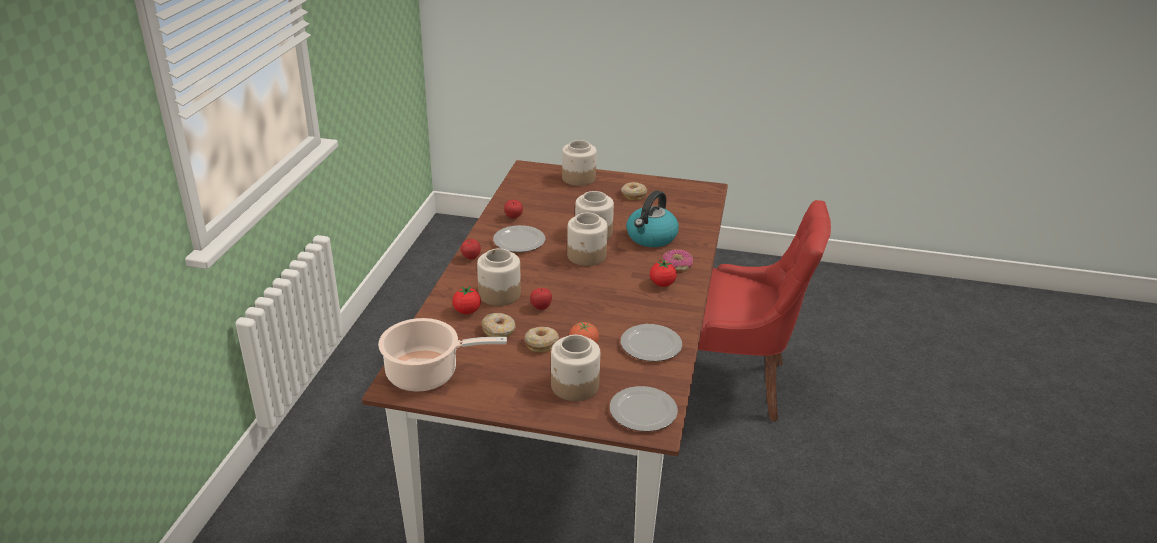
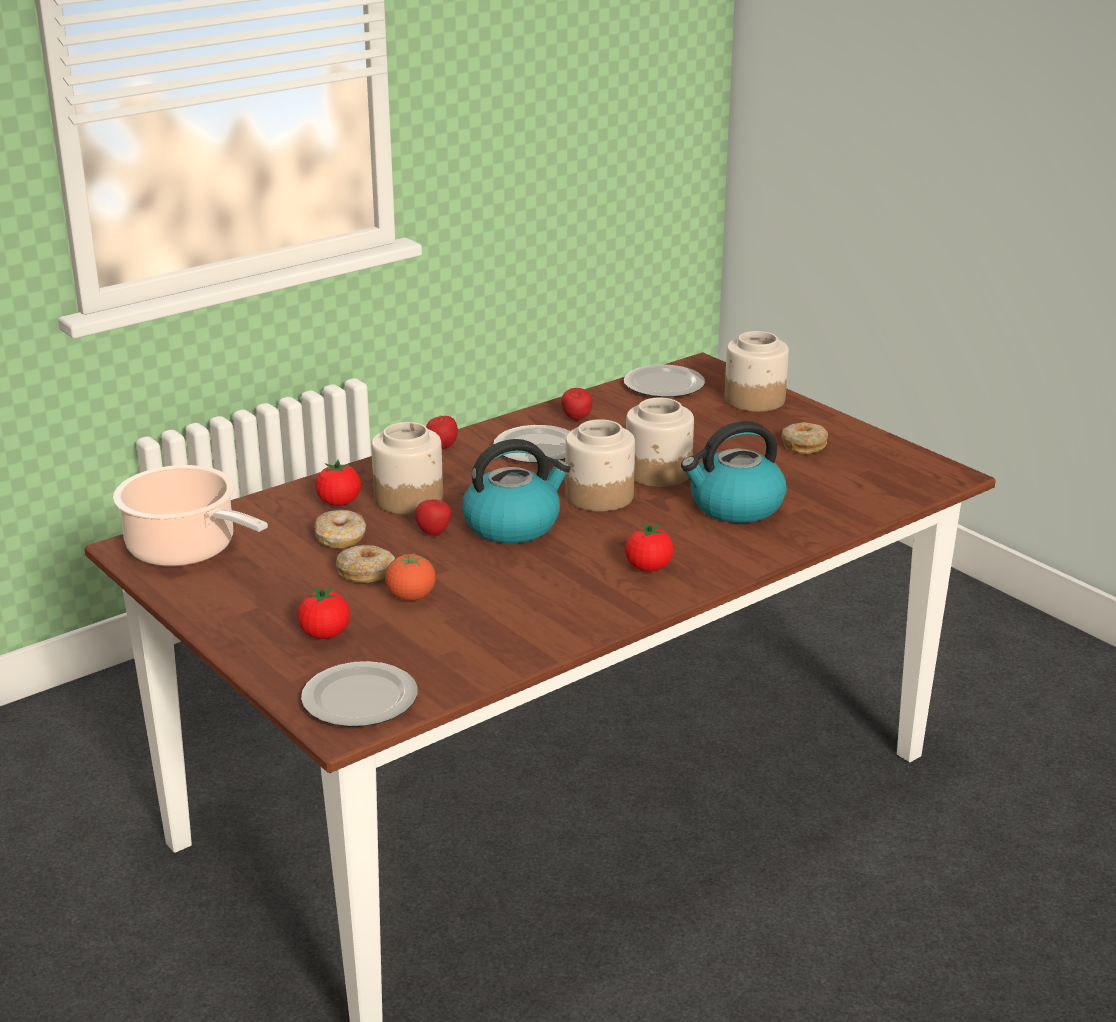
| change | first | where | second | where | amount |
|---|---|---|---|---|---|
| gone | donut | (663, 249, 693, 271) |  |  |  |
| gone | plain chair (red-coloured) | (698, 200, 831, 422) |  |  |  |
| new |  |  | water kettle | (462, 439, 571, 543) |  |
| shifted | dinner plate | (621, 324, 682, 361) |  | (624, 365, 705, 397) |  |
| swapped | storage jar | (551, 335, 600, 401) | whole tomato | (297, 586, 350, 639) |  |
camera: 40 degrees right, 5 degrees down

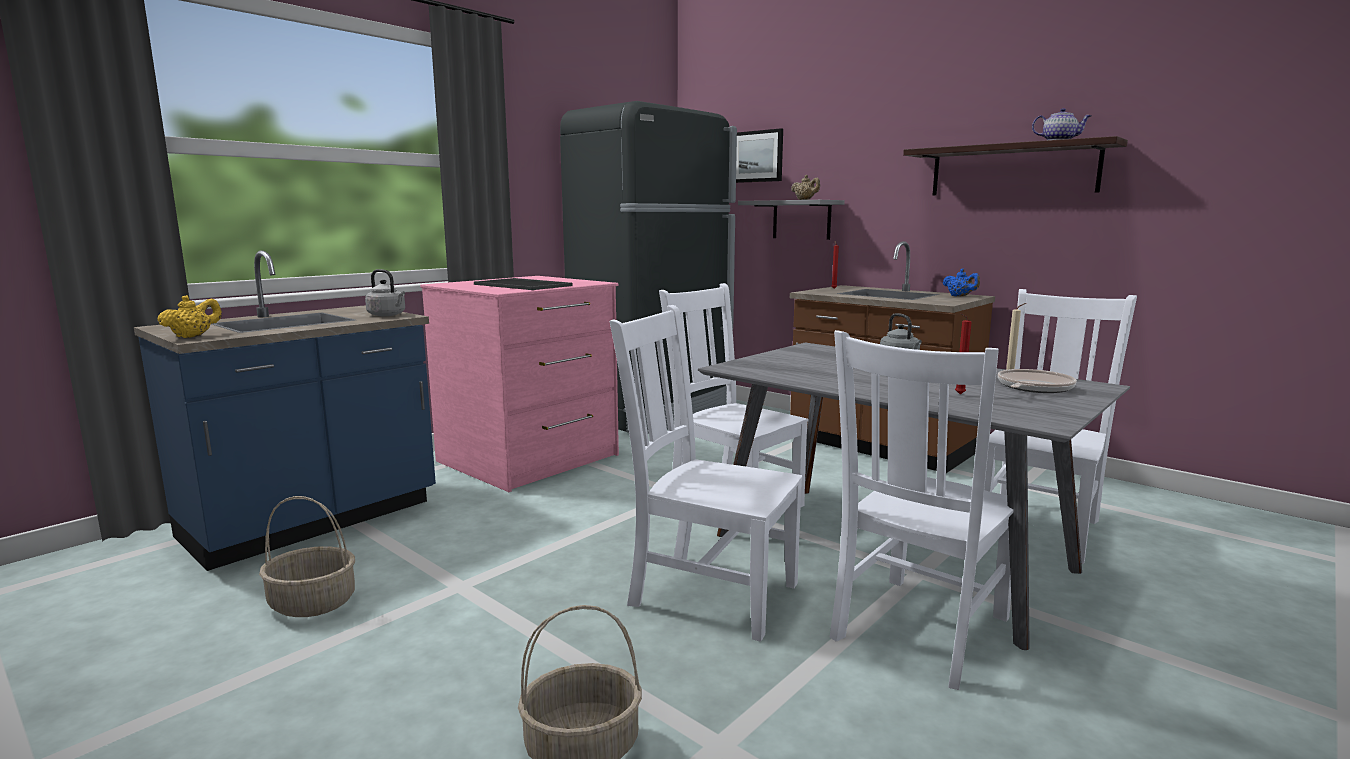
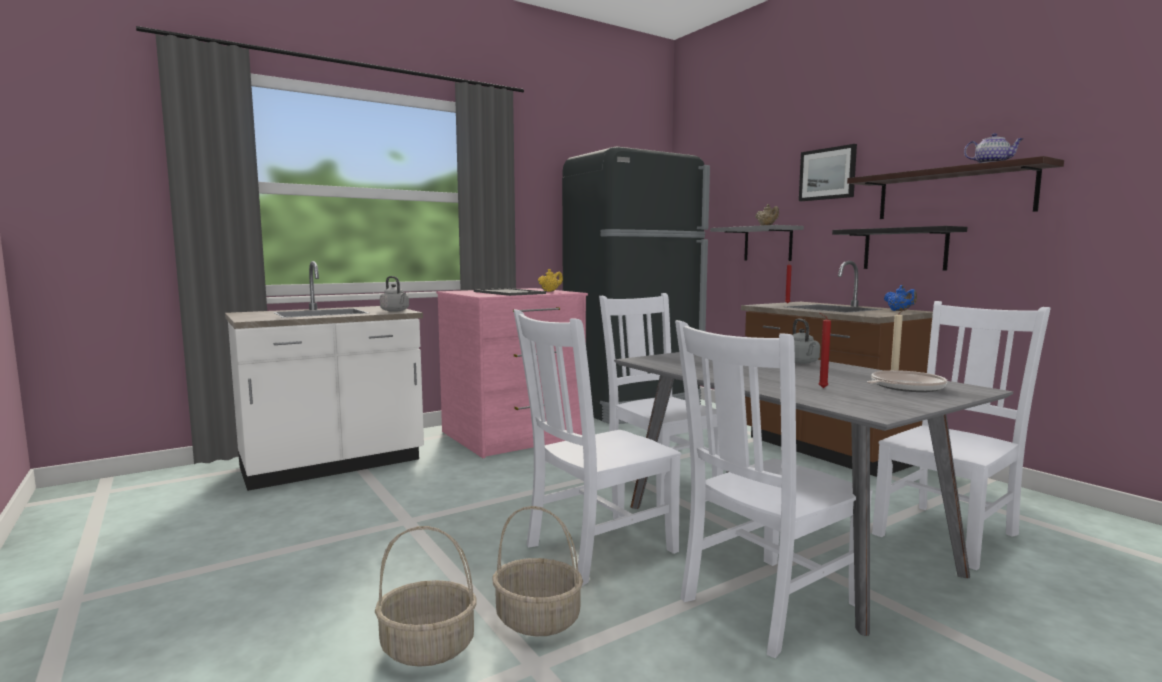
| change | first | where | second | where | amount |
|---|---|---|---|---|---|
| new |  |  | shelf (black-coloured) | (832, 226, 967, 271) |  |
| shifted | pot for tea (yellow-coloured) | (157, 295, 222, 338) |  | (538, 269, 563, 292) |  |
| shifted | storage basket | (259, 496, 355, 617) |  | (492, 506, 583, 636) |  |
| shifted | wall picture | (736, 128, 783, 183) |  | (799, 144, 857, 201) |  |
| repainted | counter (bluish) | (134, 251, 436, 571) | counter (white-coloured) | (225, 261, 424, 491) |  |
| rotated | plain chair (white-coloured) | (610, 305, 803, 642) |  | (513, 309, 681, 586) | 75 degrees counterclockwise |
camera: 15 degrees right, 5 degrees down

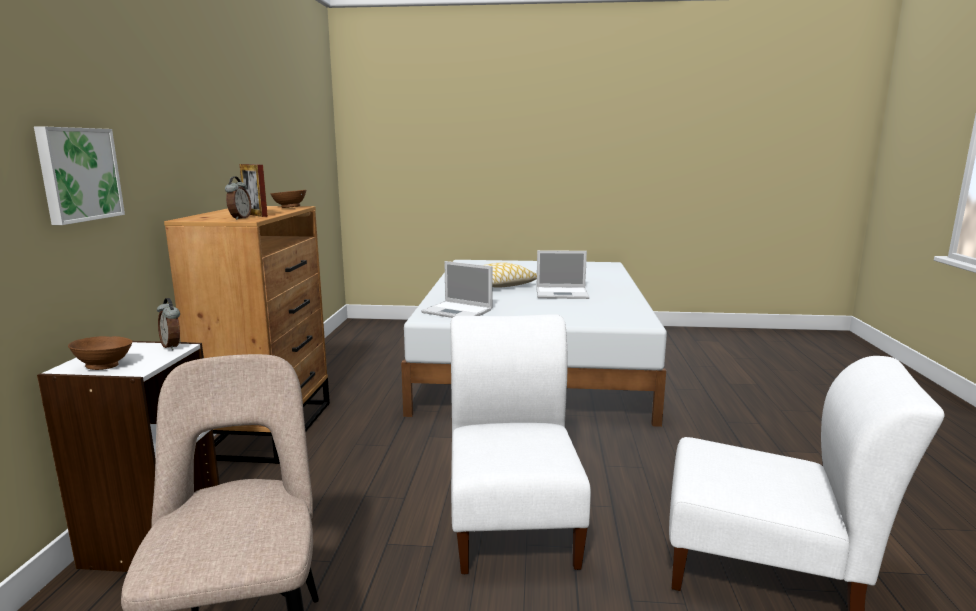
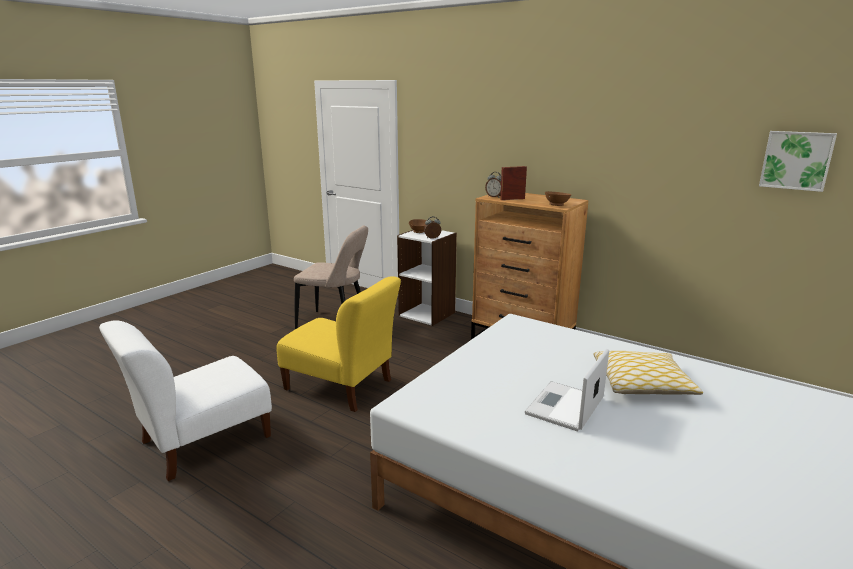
| change | first | where | second | where | amount |
|---|---|---|---|---|---|
| gone | laptop | (421, 261, 493, 318) |  |  |  |
| shifted | wall picture | (34, 127, 125, 225) |  | (759, 131, 837, 192) |  |
| repainted | plain chair (white-coloured) | (451, 314, 591, 574) | plain chair (yellow-coloured) | (276, 276, 401, 412) |  |
camera: 120 degrees right, 5 degrees up

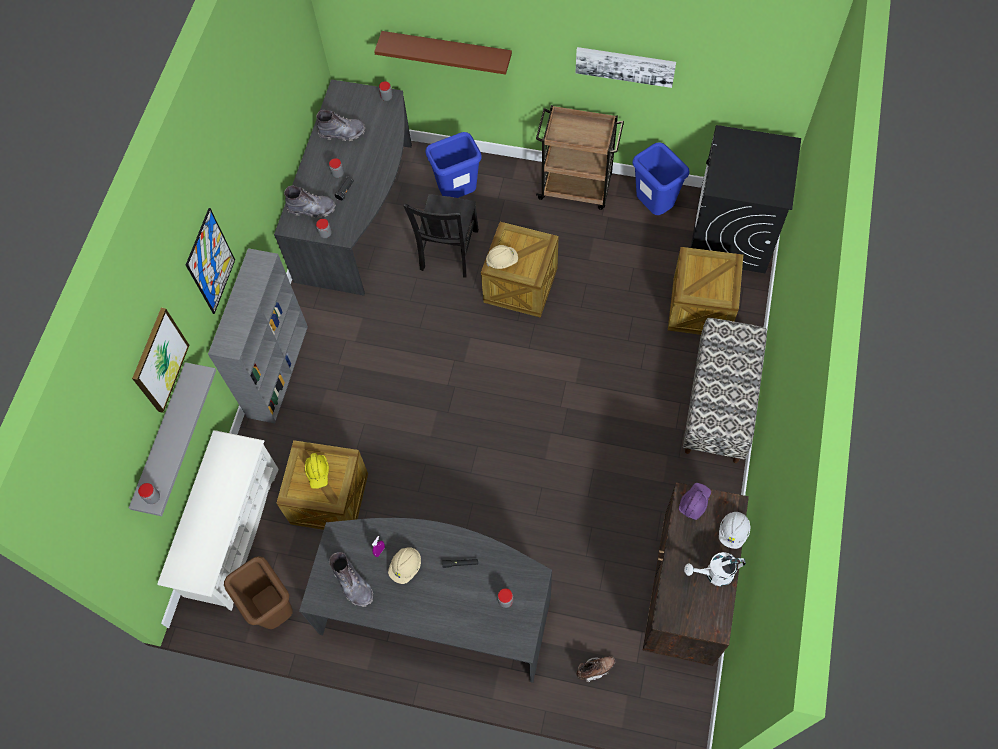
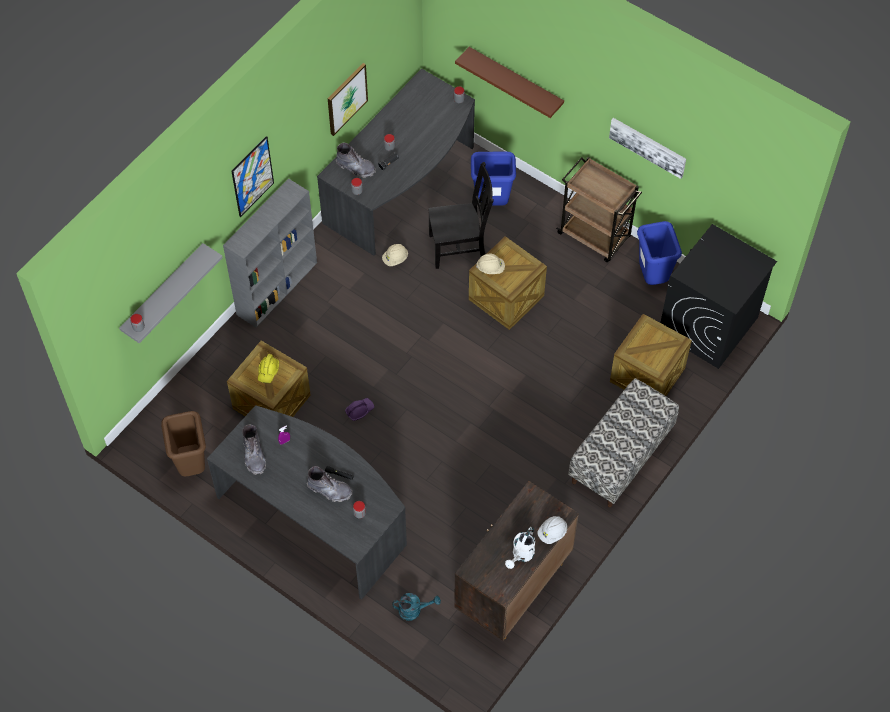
| change | first | where | second | where | amount |
|---|---|---|---|---|---|
| gone | shoe stand (white-coloured) | (158, 430, 279, 611) |  |  |  |
| shifted | wall picture | (132, 308, 189, 413) |  | (328, 63, 368, 136) |  |
| shifted | high-top boot (grey) | (316, 110, 365, 141) |  | (307, 466, 352, 502) |  |
| shifted | hard hat (beige) | (388, 547, 421, 584) |  | (382, 244, 408, 266) |  |
| shifted | hard hat (purplish) | (679, 483, 711, 520) |  | (345, 398, 374, 421) |  |
| swapped | high-top boot (brownish) | (576, 656, 615, 682) | sprinkling can (blue-green) | (392, 593, 441, 621) |  |
| rotated | plain chair (black-coloured) | (404, 194, 479, 278) |  | (428, 162, 494, 269) | 135 degrees counterclockwise |
| rotated | sprinkling can (white-coloured) | (684, 552, 746, 586) |  | (505, 527, 535, 569) | 75 degrees counterclockwise |
camera: 20 degrees right, 5 degrees down

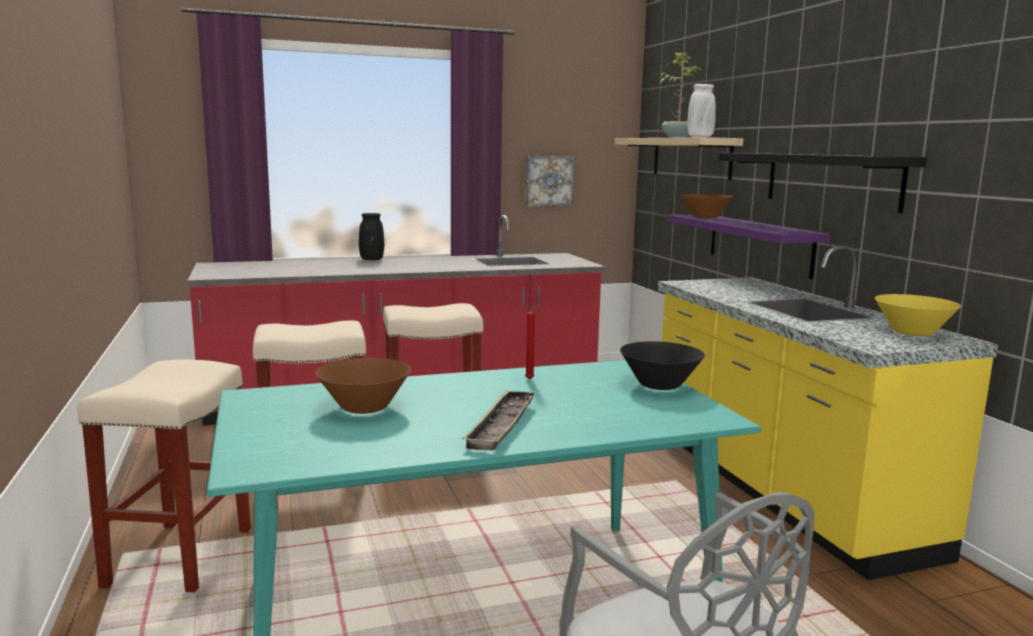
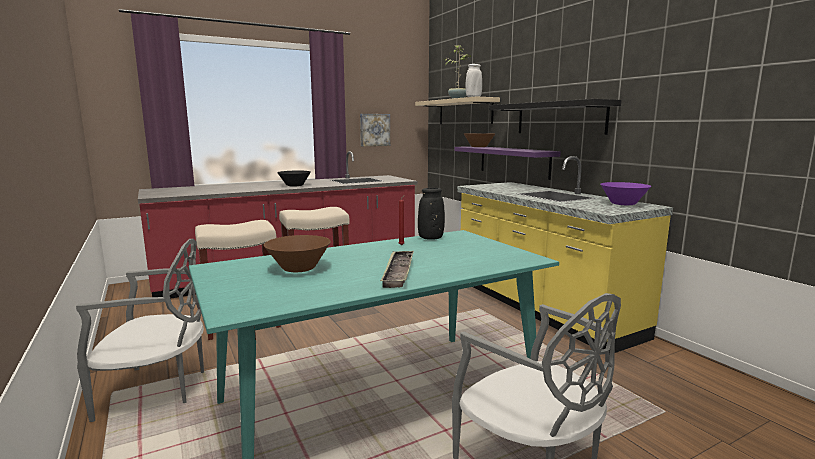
| change | first | where | second | where | amount |
|---|---|---|---|---|---|
| shifted | vase (black-coloured) | (359, 213, 384, 260) |  | (418, 188, 445, 240) |  |
| shifted | bowl (black-coloured) | (620, 341, 705, 390) |  | (277, 171, 311, 186) |  |
| swapped | sitting stool (beige) | (77, 359, 251, 592) | plain chair (grey) | (76, 239, 204, 422) |  |
| repainted | bowl (yellow-coloured) | (875, 294, 961, 336) | bowl (purplish) | (600, 182, 651, 205) |  |
camera: 10 degrees left, 0 degrees up

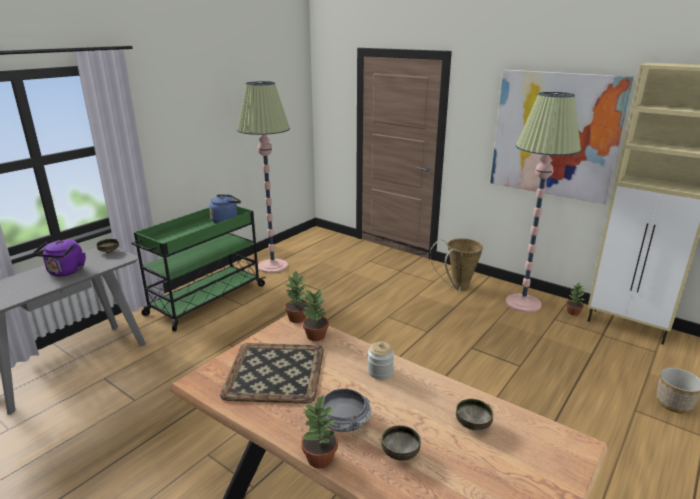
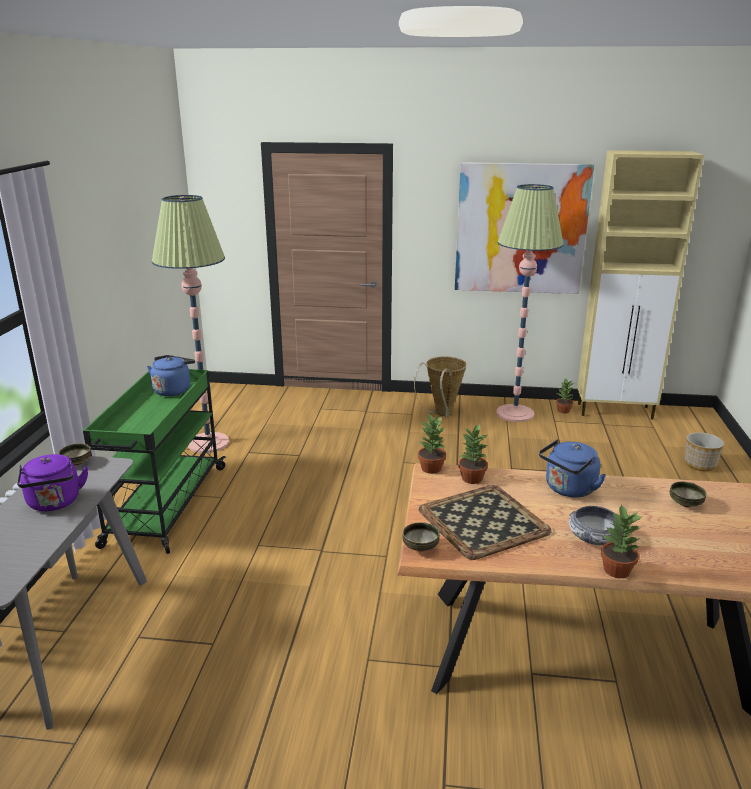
| change | first | where | second | where | amount |
|---|---|---|---|---|---|
| shifted | bowl | (381, 425, 421, 461) |  | (403, 522, 440, 551) |  |
| swapped | storage jar | (368, 342, 394, 379) | water kettle (bluish) | (539, 439, 606, 497) |  |
camera: 30 degrees left, 0 degrees up

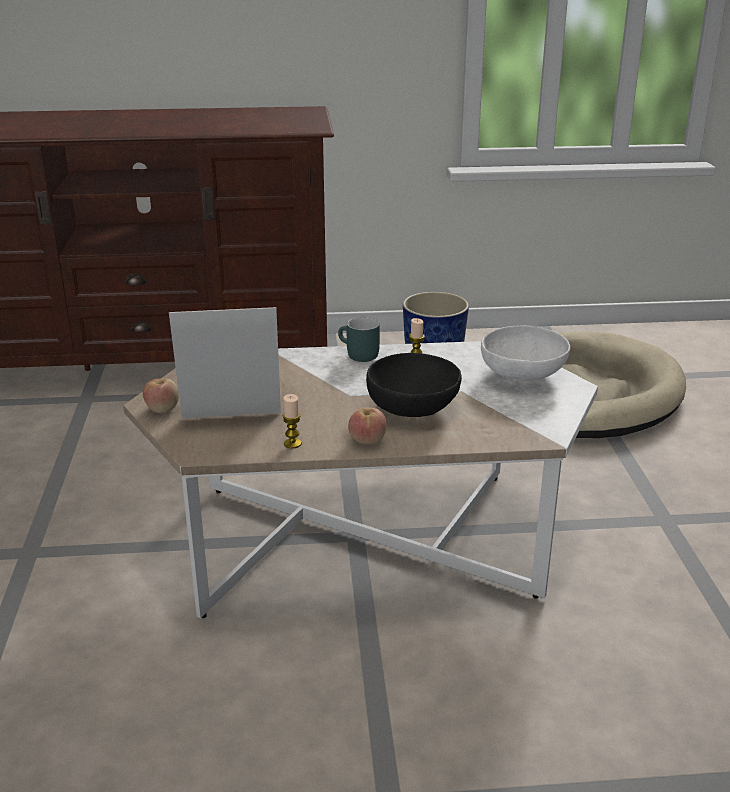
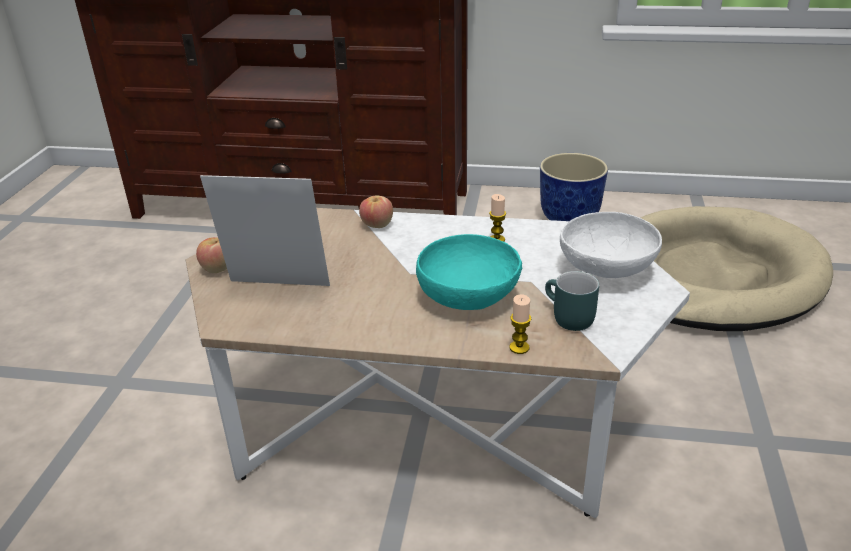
| change | first | where | second | where | amount |
|---|---|---|---|---|---|
| shifted | wax candle | (282, 394, 302, 449) |  | (509, 294, 531, 354) |  |
| shifted | tea mug (blue-green) | (338, 317, 380, 362) |  | (545, 271, 599, 331) |  |
| shifted | apple | (348, 407, 387, 444) |  | (359, 195, 393, 228) |  |
| repainted | bowl (black-coloured) | (366, 353, 462, 417) | bowl (blue-green) | (416, 234, 522, 310) |  |
camera: 15 degrees right, 5 degrees up

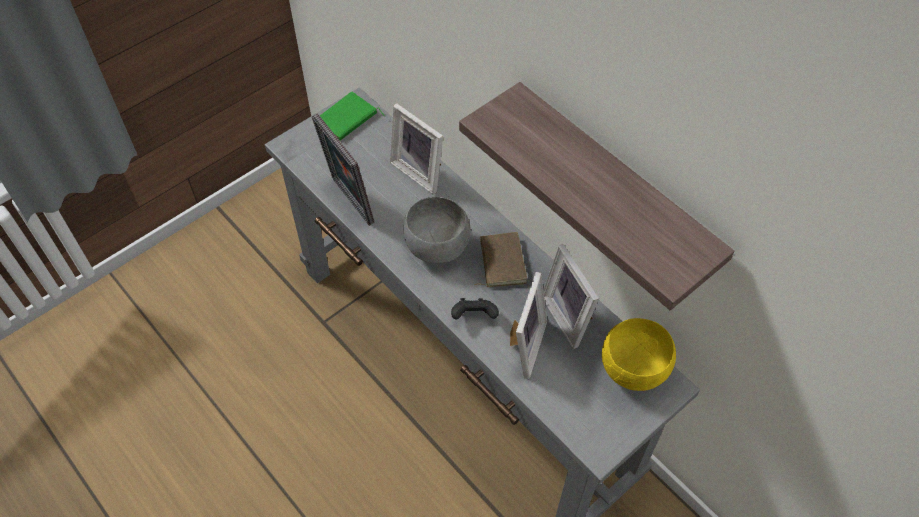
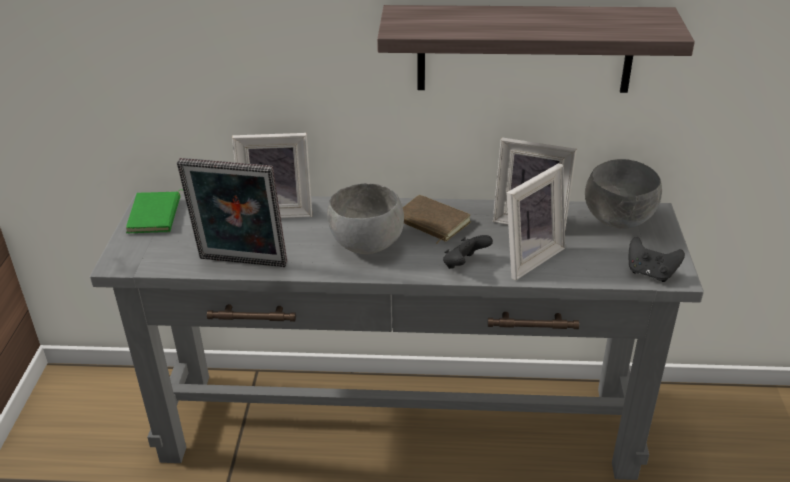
| change | first | where | second | where | amount |
|---|---|---|---|---|---|
| new |  |  | gamepad (black-coloured) | (629, 237, 685, 282) |  |
| repainted | bowl (yellow-coloured) | (602, 318, 676, 391) | bowl (grey) | (585, 159, 662, 229) |  |
| rotated | picture frame | (510, 272, 547, 379) |  | (507, 163, 565, 280) | 75 degrees clockwise |
camera: 45 degrees left, 20 degrees down

